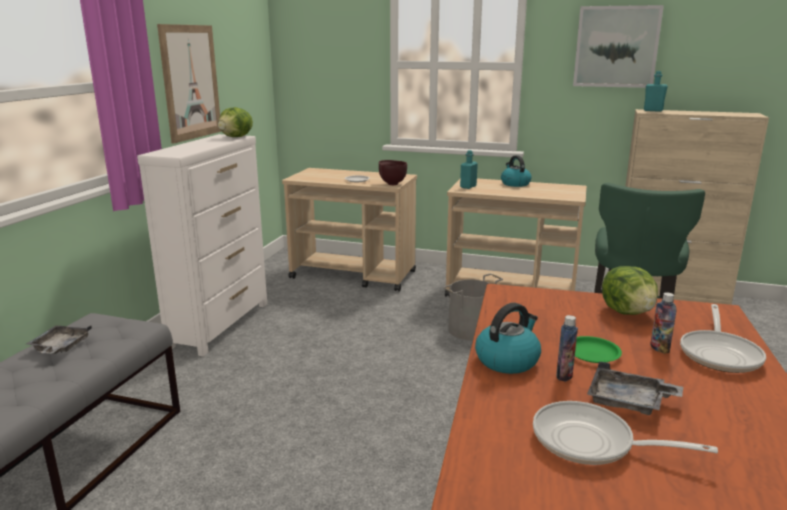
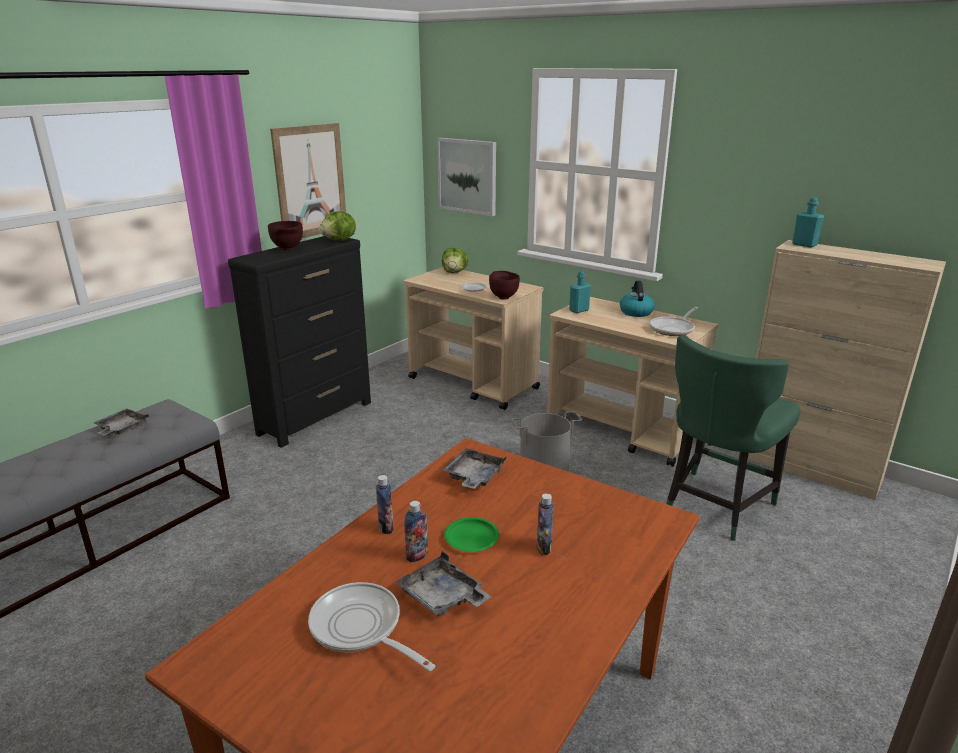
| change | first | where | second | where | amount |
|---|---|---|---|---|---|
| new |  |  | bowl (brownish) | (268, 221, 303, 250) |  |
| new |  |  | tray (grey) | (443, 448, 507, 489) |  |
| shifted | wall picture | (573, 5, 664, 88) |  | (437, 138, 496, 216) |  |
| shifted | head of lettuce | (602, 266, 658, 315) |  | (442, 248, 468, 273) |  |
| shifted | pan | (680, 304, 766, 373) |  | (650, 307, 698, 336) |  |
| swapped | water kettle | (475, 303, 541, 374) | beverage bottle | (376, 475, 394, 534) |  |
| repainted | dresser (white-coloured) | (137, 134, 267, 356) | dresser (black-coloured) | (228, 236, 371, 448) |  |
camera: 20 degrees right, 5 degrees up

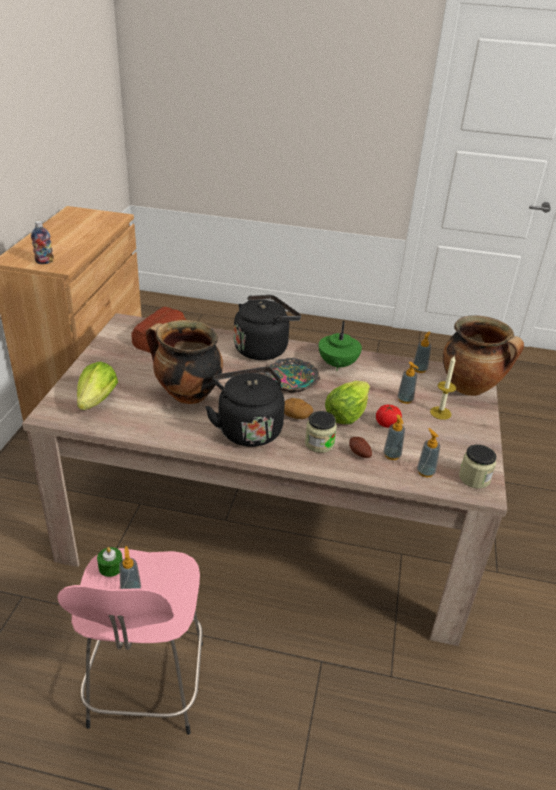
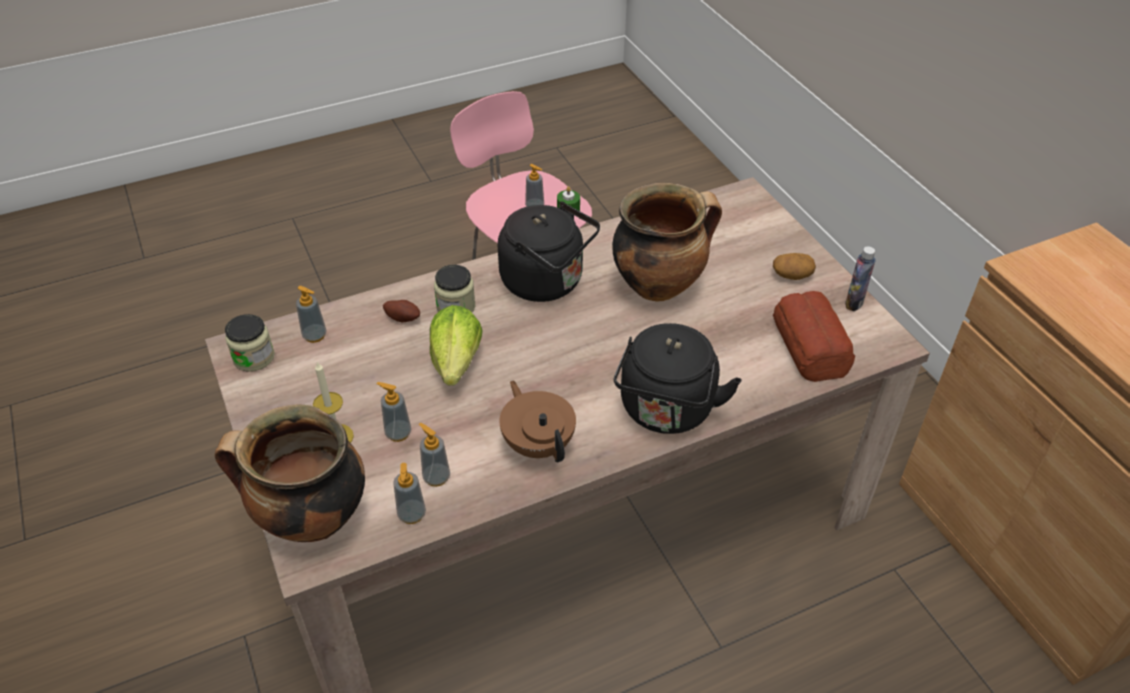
| change | first | where | second | where | amount |
|---|---|---|---|---|---|
| gone | head of lettuce | (77, 361, 118, 410) |  |  |  |
| gone | bowl | (264, 357, 320, 393) |  |  |  |
| gone | whole tomato | (376, 404, 402, 428) |  |  |  |
| shifted | beverage bottle | (31, 221, 54, 264) |  | (845, 246, 876, 311) |  |
| shifted | spud | (284, 398, 313, 419) |  | (773, 253, 816, 280) |  |
| shifted | liquid soap bottle | (383, 415, 405, 460) |  | (419, 423, 450, 487) |  |
| repainted | pot for tea (greenish) | (319, 321, 362, 371) | pot for tea (brownish) | (499, 380, 576, 462) |  |
camera: 145 degrees right, 10 degrees up

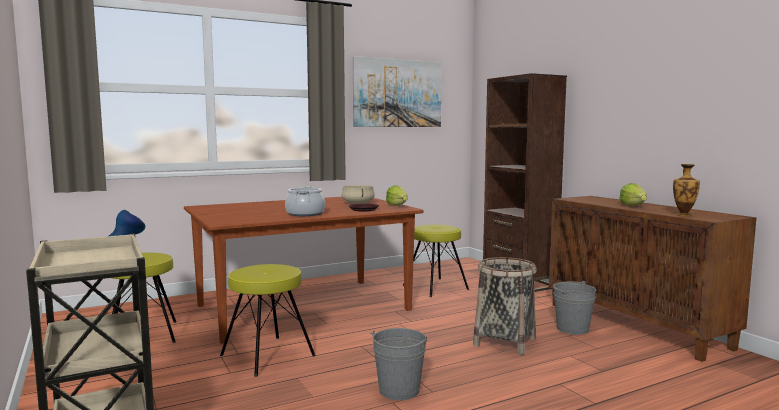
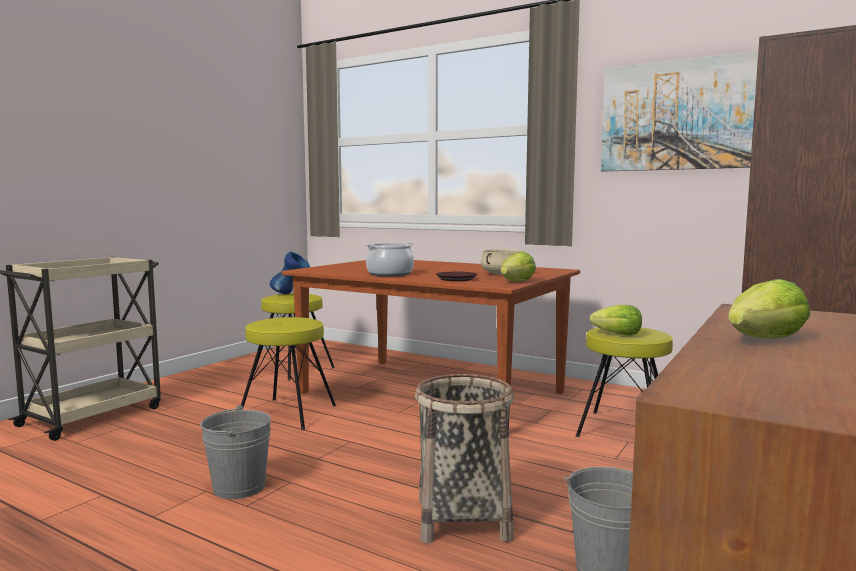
| change | first | where | second | where | amount |
|---|---|---|---|---|---|
| gone | vase | (673, 164, 700, 216) |  |  |  |
| new |  |  | head of lettuce | (589, 305, 642, 336) |  |
camera: 60 degrees right, 0 degrees up

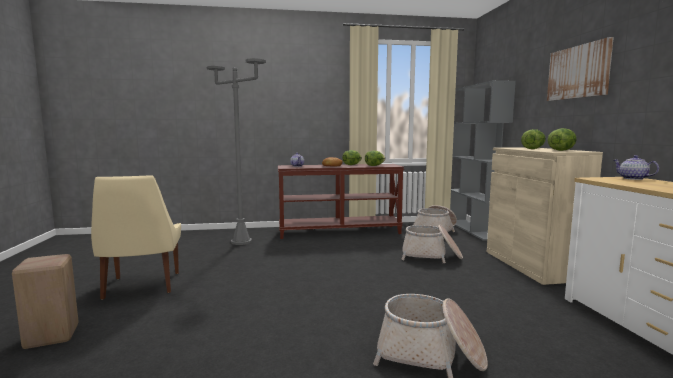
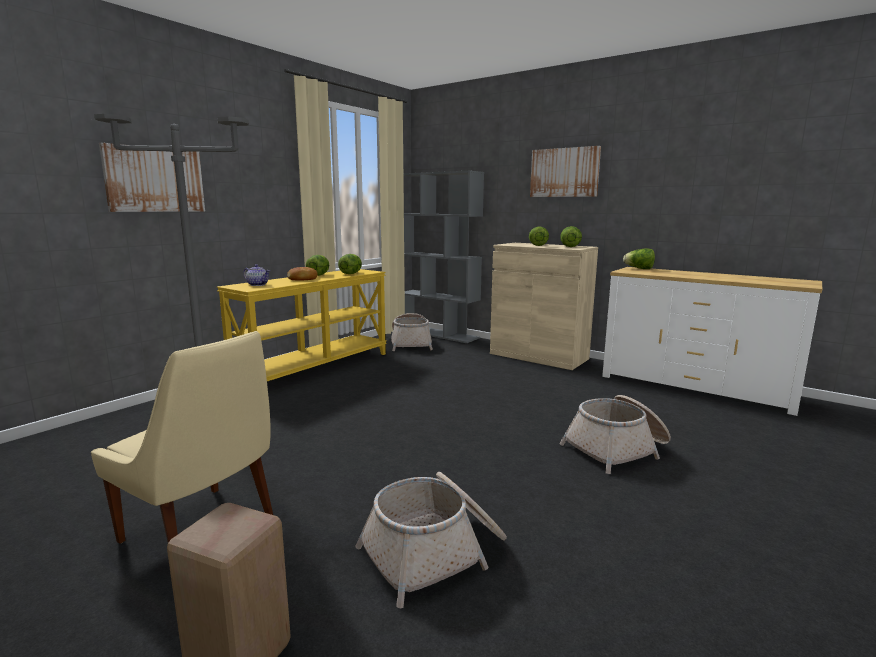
| change | first | where | second | where | amount |
|---|---|---|---|---|---|
| new |  |  | wall picture | (99, 143, 205, 212) |  |
| shifted | storage basket | (401, 225, 463, 263) |  | (355, 472, 507, 608) |  |
| swapped | pot for tea | (613, 155, 659, 180) | head of lettuce | (623, 248, 655, 269) |  |
| repainted | hall table (brownish) | (278, 164, 404, 239) | hall table (yellow-coloured) | (217, 269, 387, 381) |  |
camera: 45 degrees left, 5 degrees up

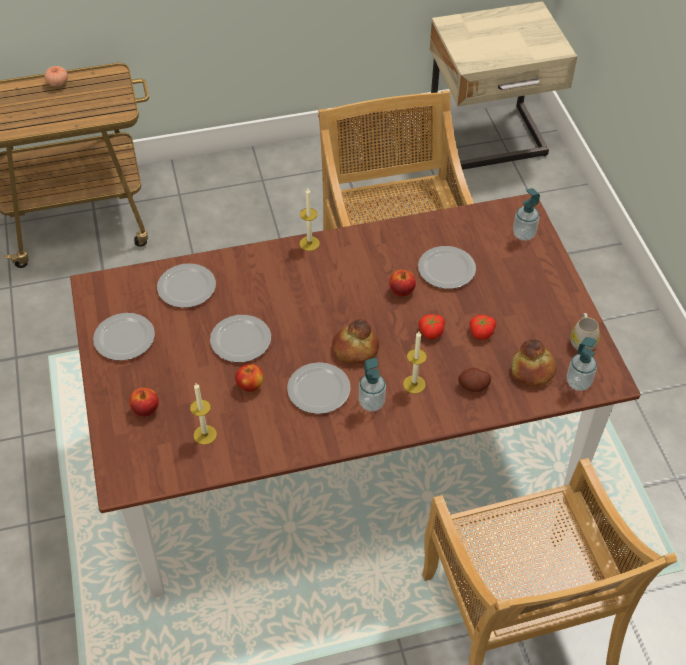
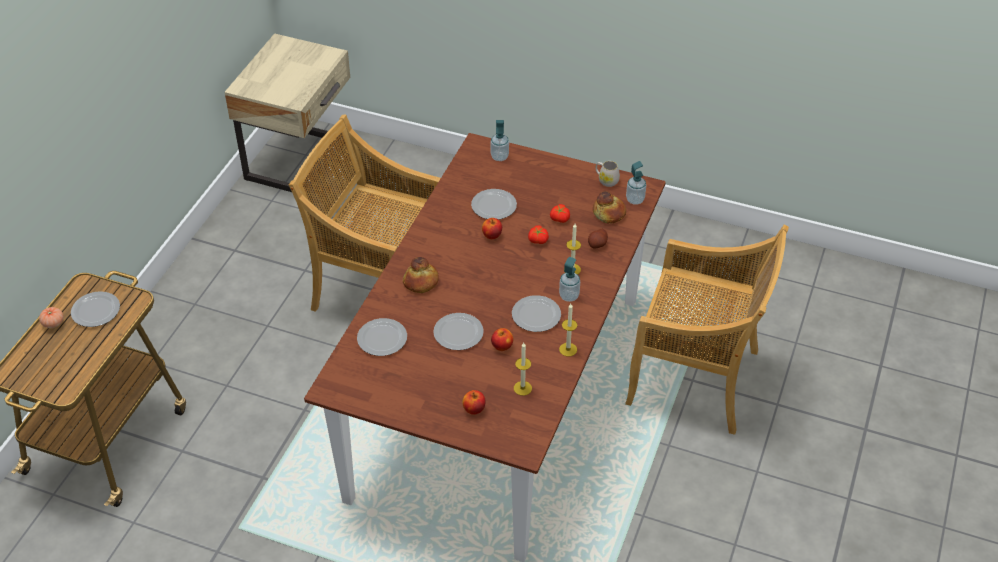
| change | first | where | second | where | amount |
|---|---|---|---|---|---|
| shifted | dinner plate | (93, 313, 155, 361) |  | (71, 291, 120, 327) |  |
| shifted | wax candle | (300, 188, 320, 251) |  | (559, 304, 577, 357) |  |
| shifted | baked bread | (332, 319, 380, 364) |  | (403, 257, 439, 293) |  |
camera: 55 degrees left, 5 degrees down

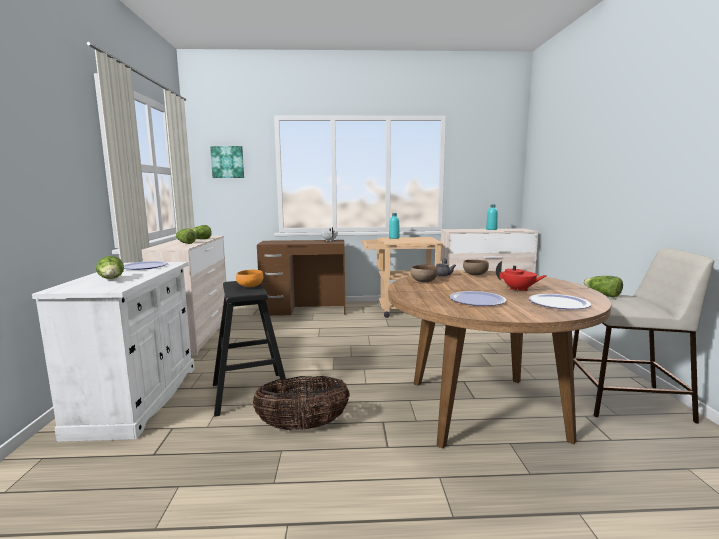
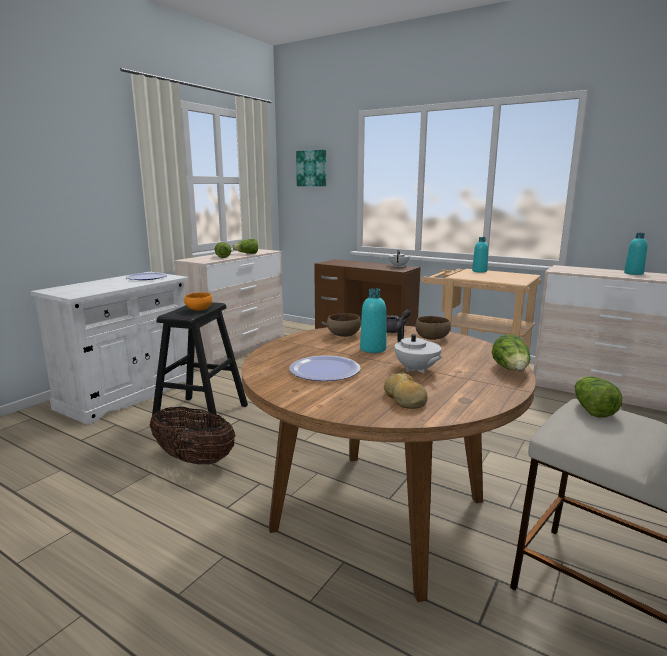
| change | first | where | second | where | amount |
|---|---|---|---|---|---|
| new |  |  | beverage bottle (blue-green) | (360, 288, 386, 353) |  |
| shifted | head of lettuce | (96, 256, 124, 279) |  | (492, 334, 531, 371) |  |
| swapped | dinner plate | (529, 294, 591, 309) | baked bread | (384, 372, 428, 409) |  |
| repainted | pot for tea (red-coloured) | (496, 261, 547, 292) | pot for tea (white-coloured) | (394, 325, 443, 374) |  |
camera: 35 degrees right, 5 degrees up

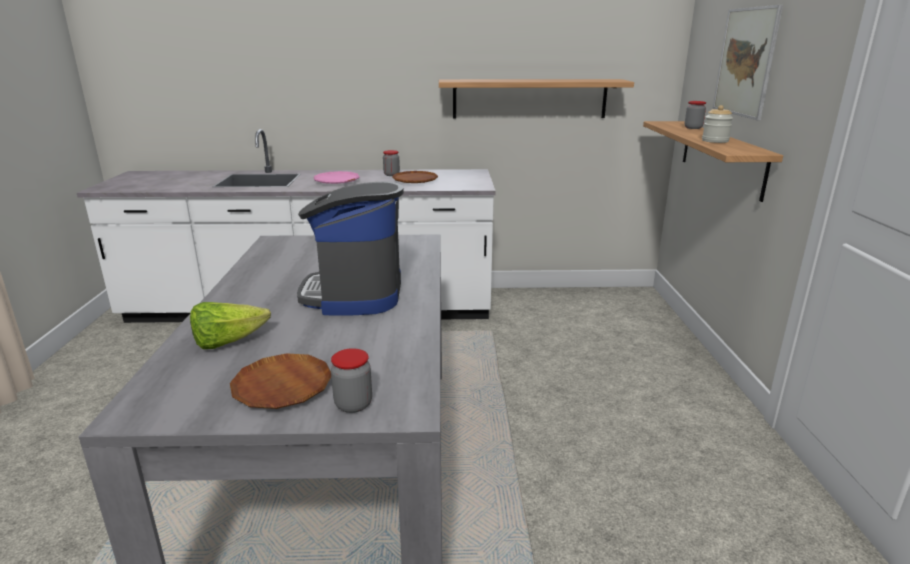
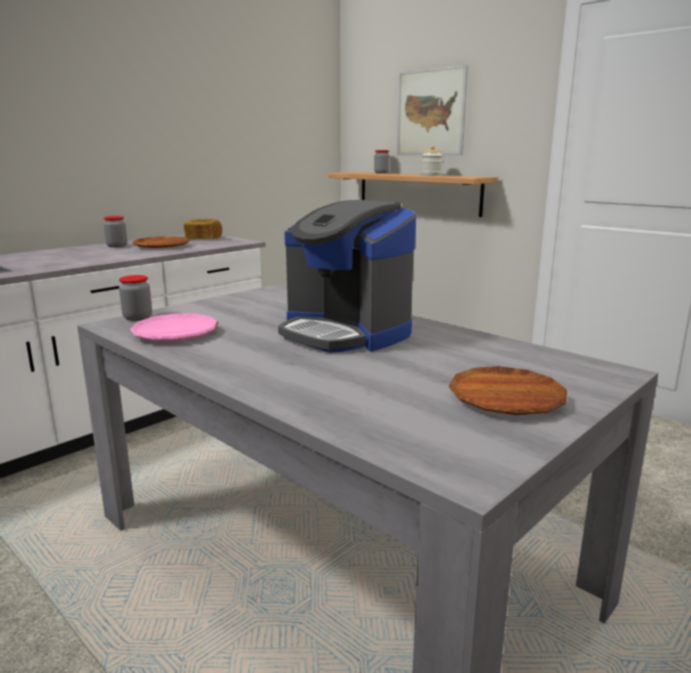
| change | first | where | second | where | amount |
|---|---|---|---|---|---|
| gone | head of lettuce | (190, 302, 271, 349) |  |  |  |
| gone | shelf | (439, 79, 634, 118) |  |  |  |
| new |  |  | baked bread | (184, 219, 222, 239) |  |
| shifted | dinner plate (pink) | (314, 171, 360, 184) |  | (130, 313, 218, 341) |  |
| shifted | storage jar | (331, 348, 372, 413) |  | (119, 275, 152, 321) |  |
camera: 45 degrees left, 5 degrees down

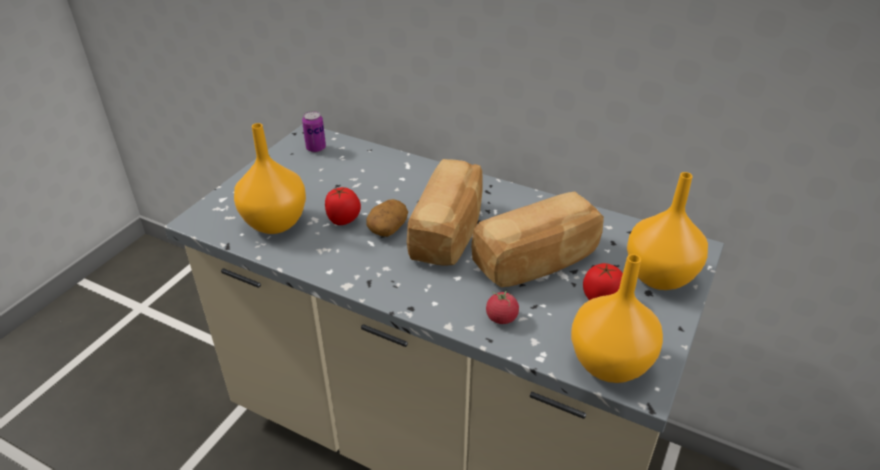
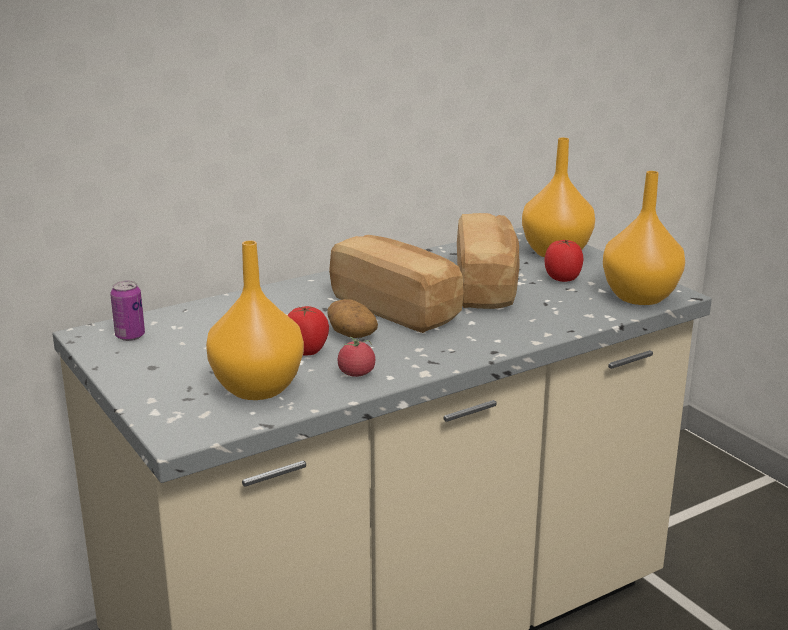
| change | first | where | second | where | amount |
|---|---|---|---|---|---|
| shifted | whole tomato | (486, 289, 519, 324) |  | (337, 337, 375, 377) |  |
camera: 60 degrees left, 15 degrees down

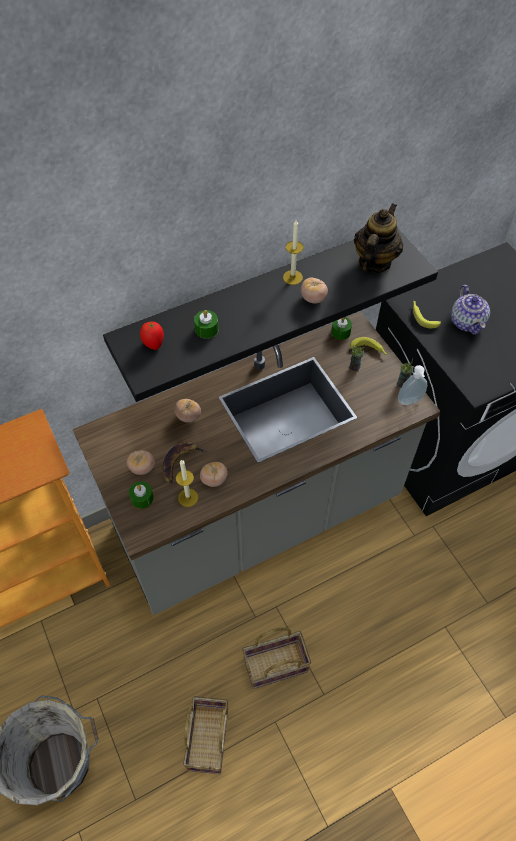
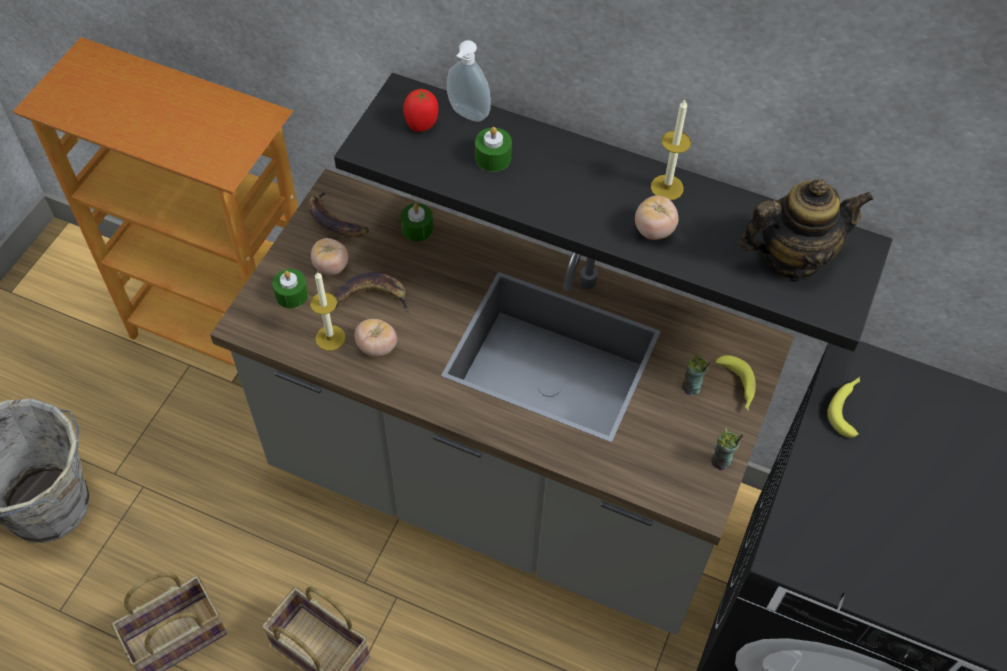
| change | first | where | second | where | amount |
|---|---|---|---|---|---|
| gone | whole tomato | (174, 399, 201, 422) |  |  |  |
| gone | pot for tea | (451, 285, 490, 335) |  |  |  |
| new |  |  | banana fruit | (308, 189, 369, 237) |  |
| shifted | wax candle (greenish) | (331, 317, 352, 340) |  | (401, 203, 433, 241) |  |
| shifted | liquid soap bottle | (398, 365, 427, 405) |  | (447, 40, 491, 122) |  |
camera: 50 degrees right, 0 degrees up

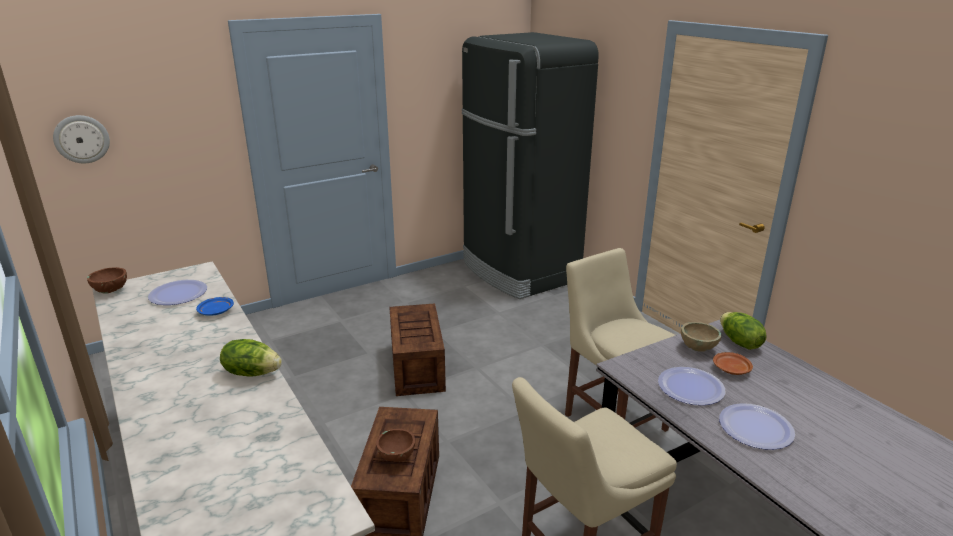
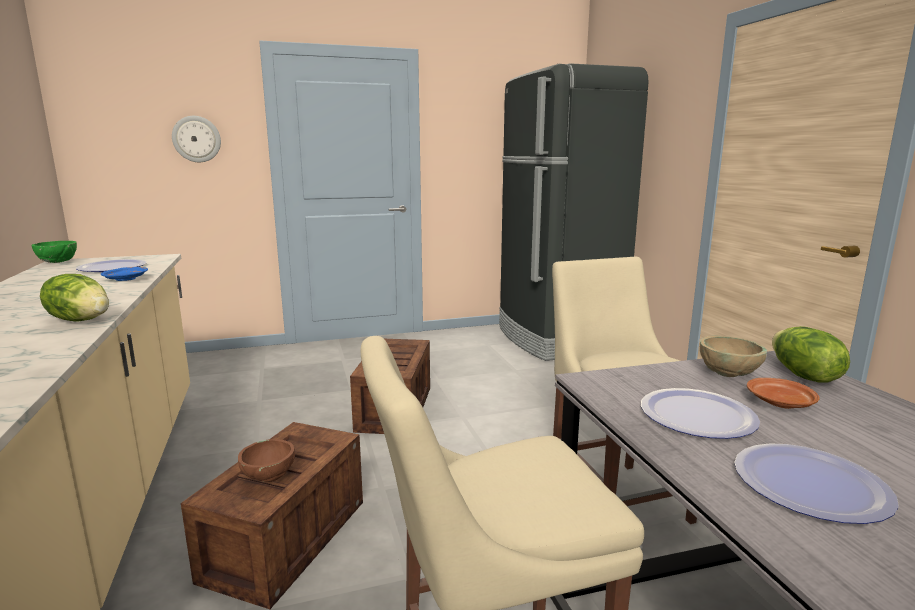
| change | first | where | second | where | amount |
|---|---|---|---|---|---|
| shifted | clock on the wall | (53, 115, 110, 163) |  | (172, 116, 221, 162) |  |
| repainted | bowl (brownish) | (87, 267, 127, 294) | bowl (greenish) | (31, 241, 77, 263) |  |
camera: 15 degrees right, 10 degrees down

